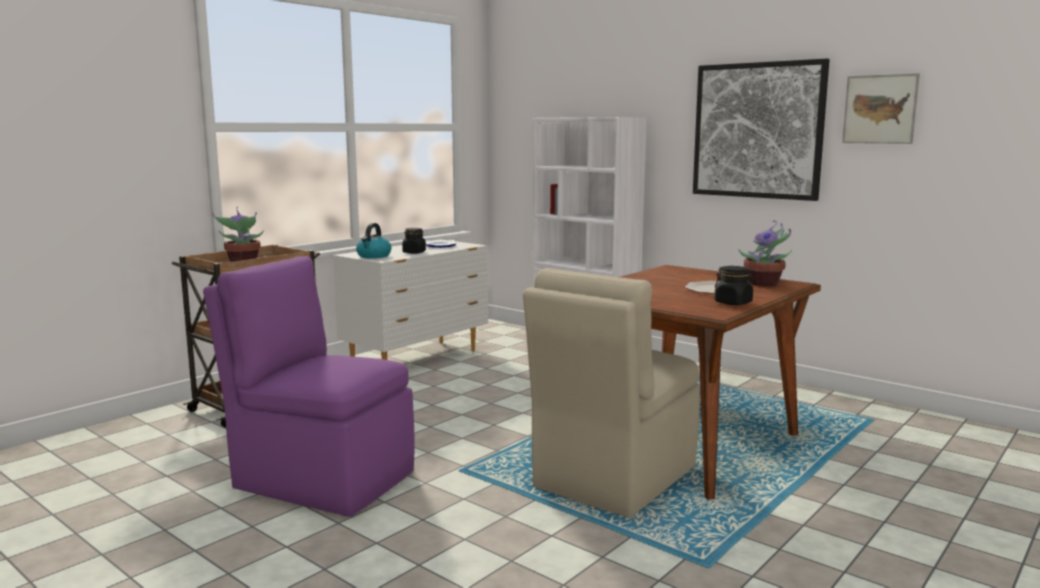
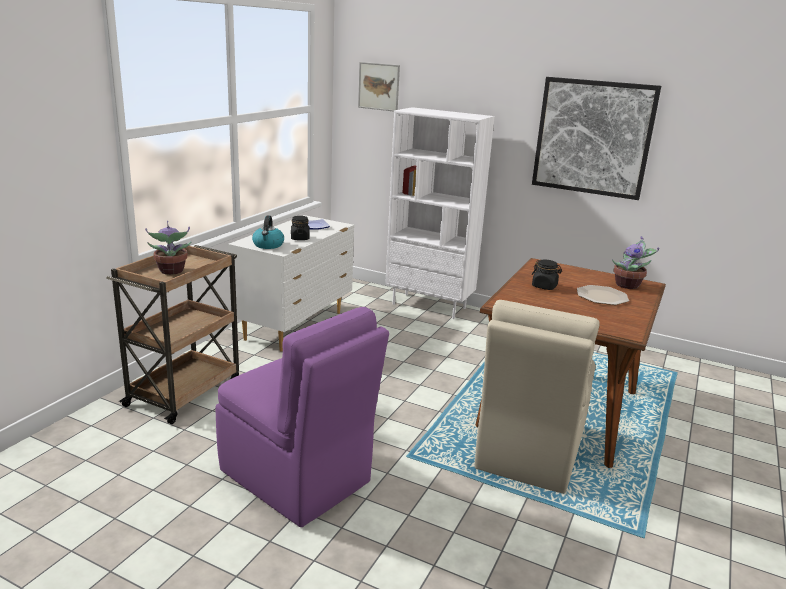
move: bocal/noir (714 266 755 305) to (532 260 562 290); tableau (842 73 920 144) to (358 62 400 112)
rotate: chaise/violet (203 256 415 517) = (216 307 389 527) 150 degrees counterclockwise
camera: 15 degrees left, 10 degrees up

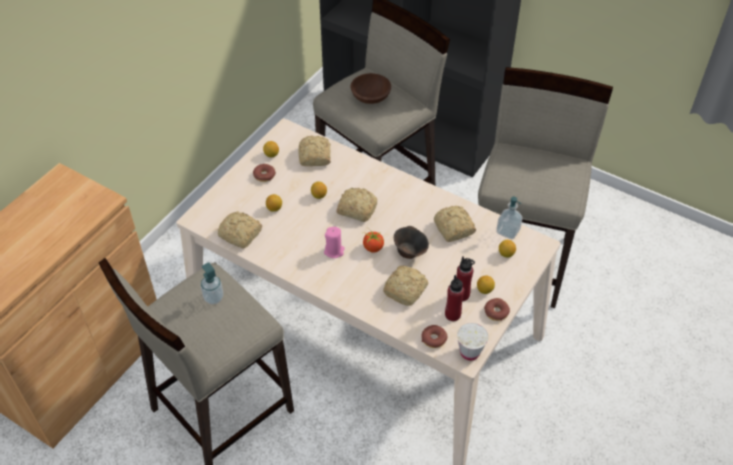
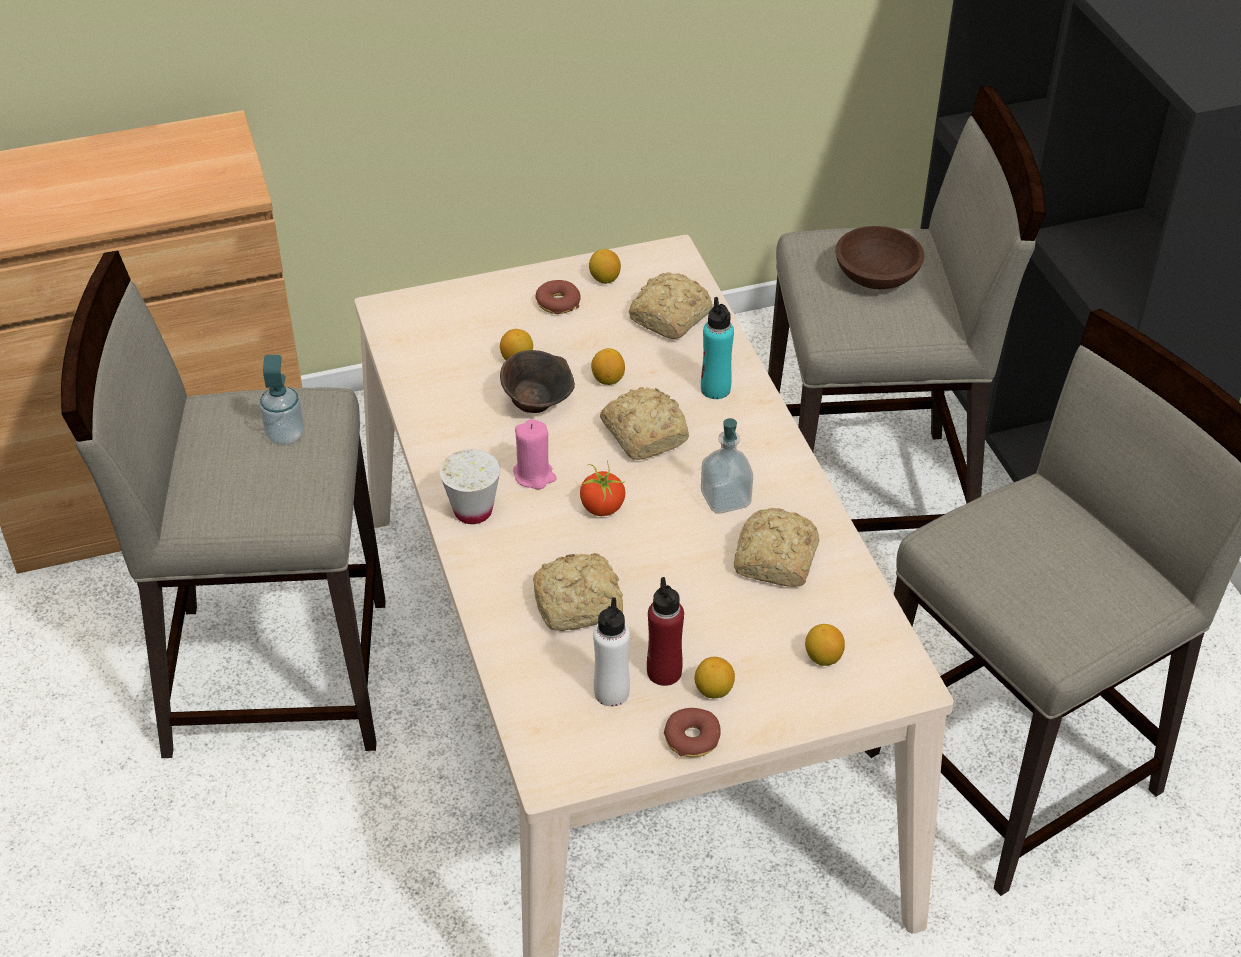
delete: pain (218 211 262 248); beignet (421 325 447 348)
insert: bouteille/turquoise (701 297 734 399)
move: bol/marron (394 226 429 259) to (500 350 575 413); tasse/blanc (457 323 488 361) to (439 449 500 524); distributeur de savon (496 197 523 239) to (701 418 753 514)
recolor: bouteille/rouge (445 275 464 321) to bouteille/blanc (593 597 630 707)
camera: 40 degrees right, 5 degrees down

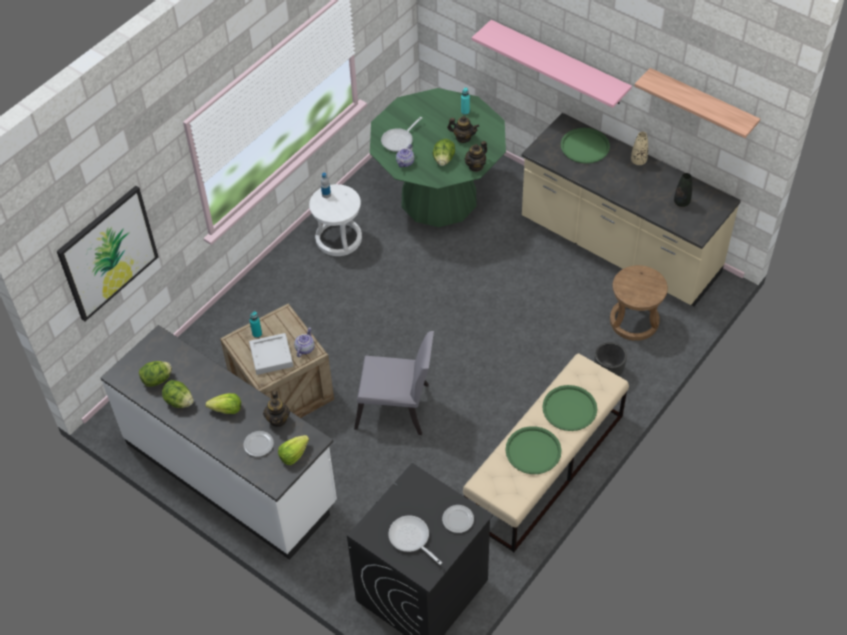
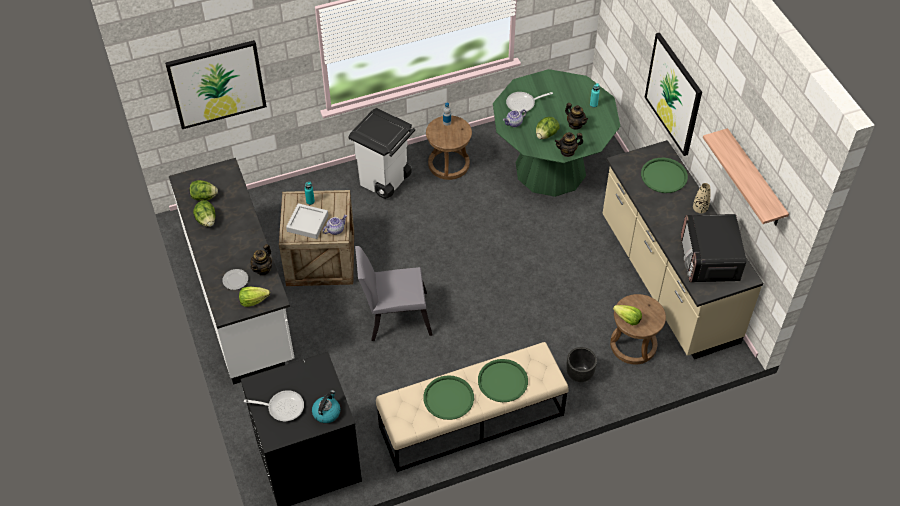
insert: poubelle/blanc (348 108 415 199)
move: laitue (206 393 241 414) to (613 305 642 325)
replace: assiette (442 505 474 533) to bouilloire (312 390 340 423); étagère/rose (472 20 632 108) to tableau (645 33 702 156); vase/noir (674 173 692 207) to micro-ondes (681 214 746 282)
recolor: tabouret/blanc (309 184 362 256) to tabouret/marron (426 116 472 180)
rotate: chaise/gris (354 331 434 435) = (355 246 432 341) 135 degrees clockwise; poêle (389 515 442 565) = (244 390 304 421) 105 degrees clockwise
camera: 30 degrees right, 0 degrees up

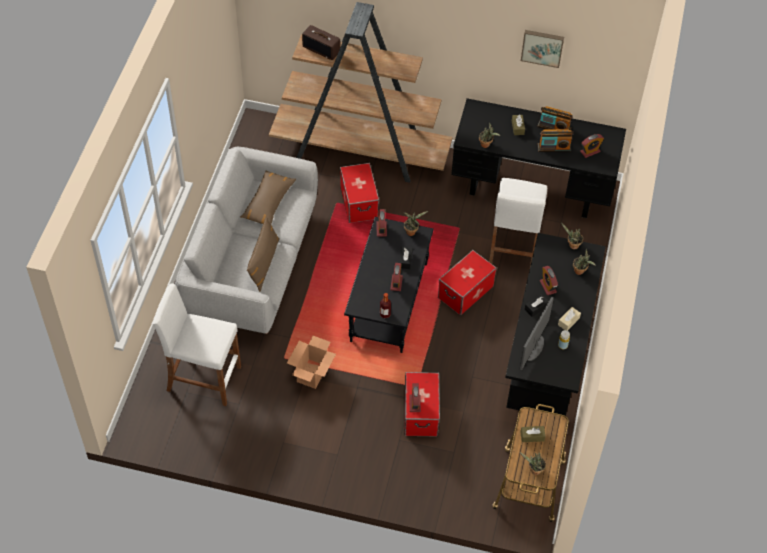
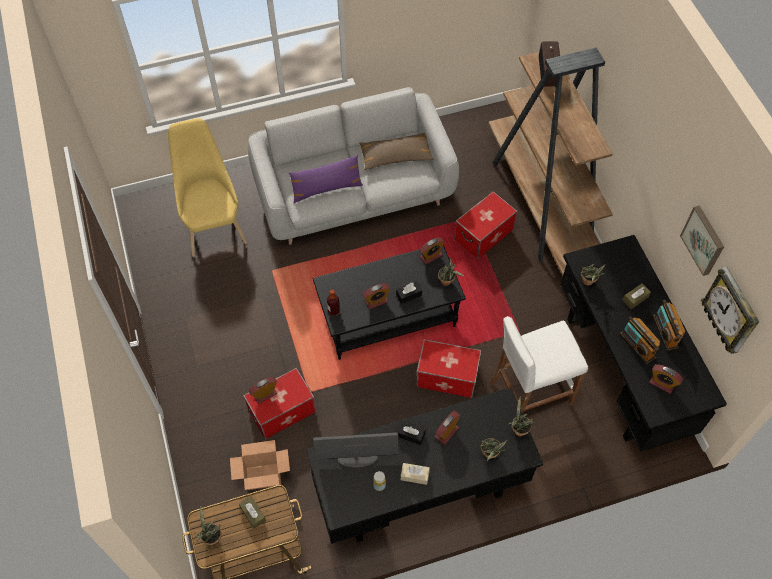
insert: horloge murale (701 266 760 354)
move: carton (287 336 336 389) to (230 440 290 490)
replace: tabouret/blanc (153 283 241 406) to chaise/jaune (168 118 247 257)
recolor: coussin/marron (247 217 280 292) to coussin/violet (289 155 363 203)
camera: 60 degrees right, 5 degrees up

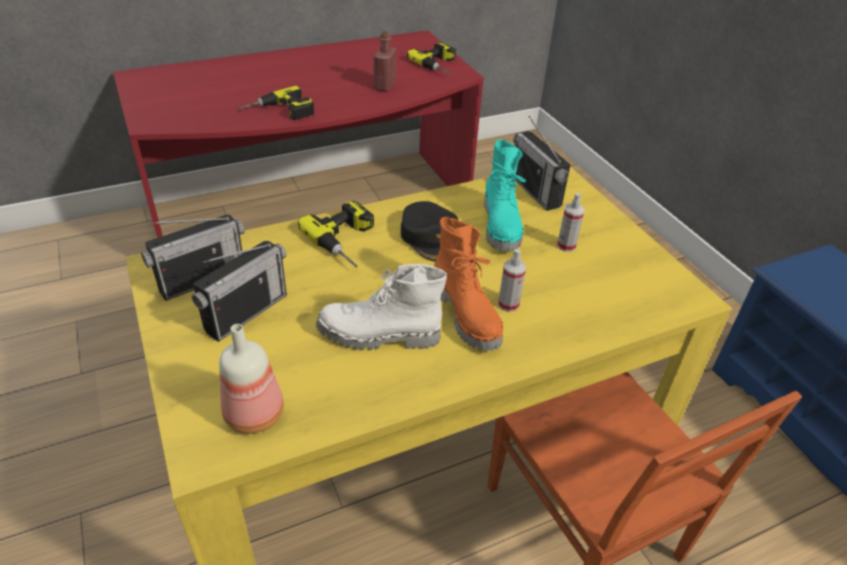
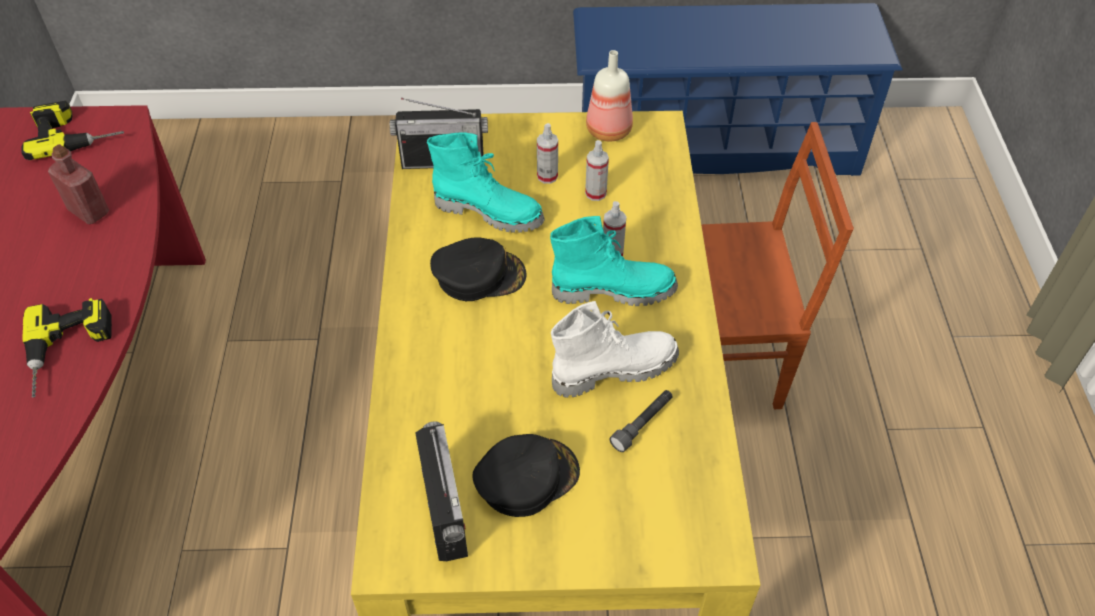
delete: perceuse (298 201 374 268)
insert: vaporisateur (585 140 609 201); lampe de poche/gris (610 390 673 452)
move: bouteille (219 324 284 434) to (586 50 633 142)
replace: radio (192 241 287 342) to casquette/noir (472 434 580 517)
recolor: botte/orange (434 217 503 351) to botte/turquoise (550 216 678 306)
rotate: botte/blanc (316 264 447 350) = (551 301 679 398) 135 degrees counterclockwise
camera: 65 degrees left, 10 degrees up

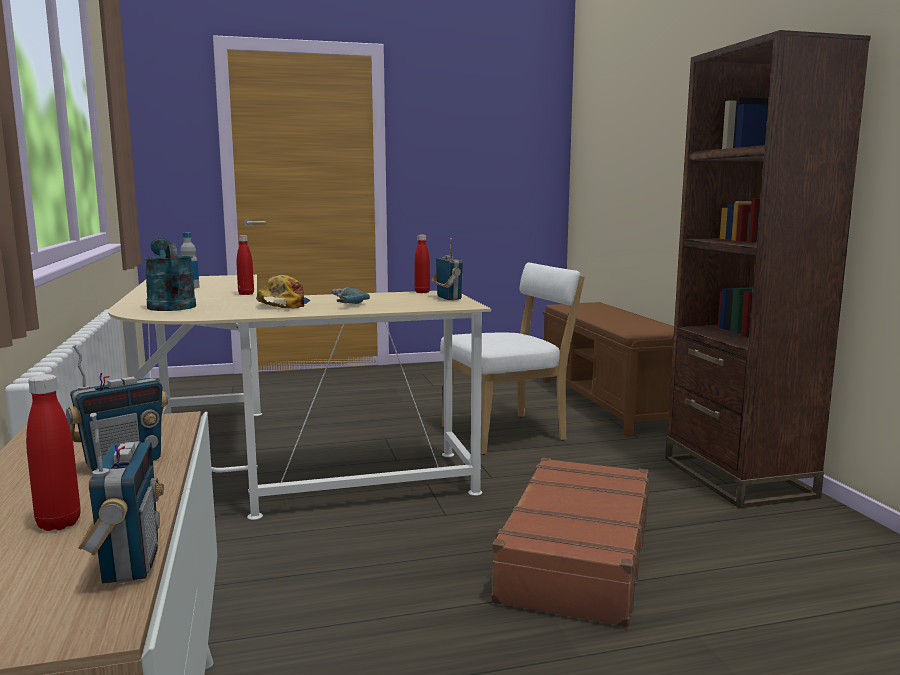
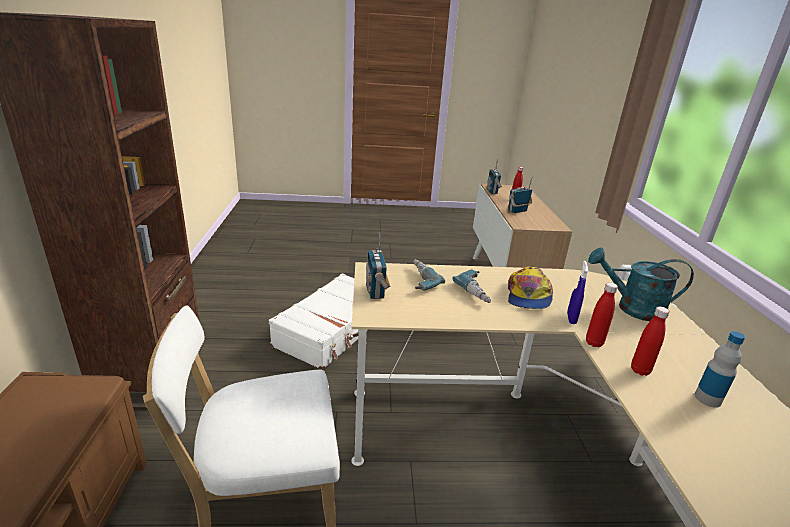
insert: perceuse (413 259 445 291); vaporisateur/bleu (567 261 588 324)
move: bouteille/rouge (414 235 430 293) to (631 307 670 376)
recolor: valise/marron (487 458 649 627) to valise/blanc (269 273 369 370)
rotate: arrosoir/turquoise (144 238 196 311) = (588 248 694 321) 120 degrees clockwise
camera: 170 degrees left, 15 degrees up

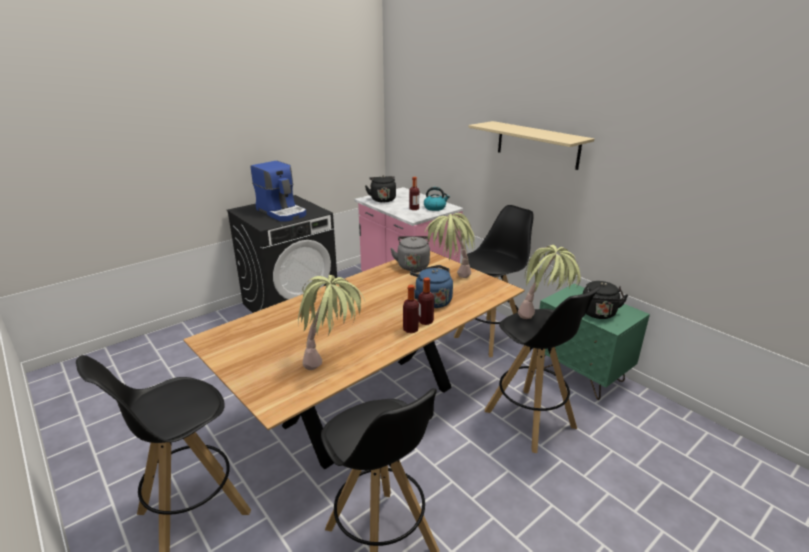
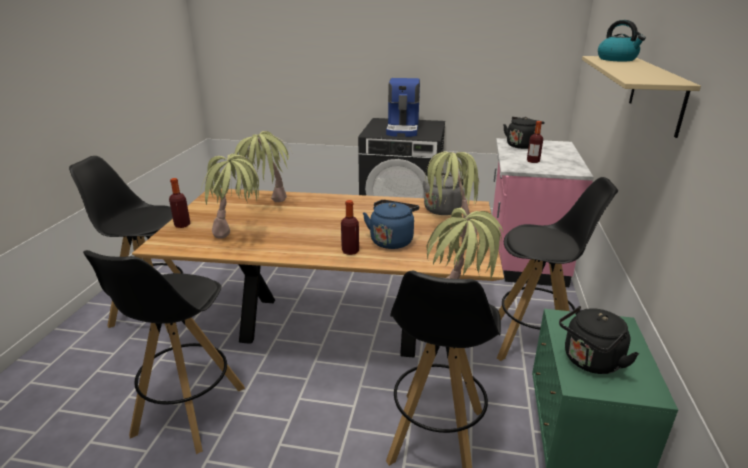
insert: plante en pot (235 131 289 202)
move: bouteille (403 285 419 333) to (169 178 191 228); bouilloire (424 187 450 211) to (598 20 646 62)
camera: 50 degrees right, 0 degrees up

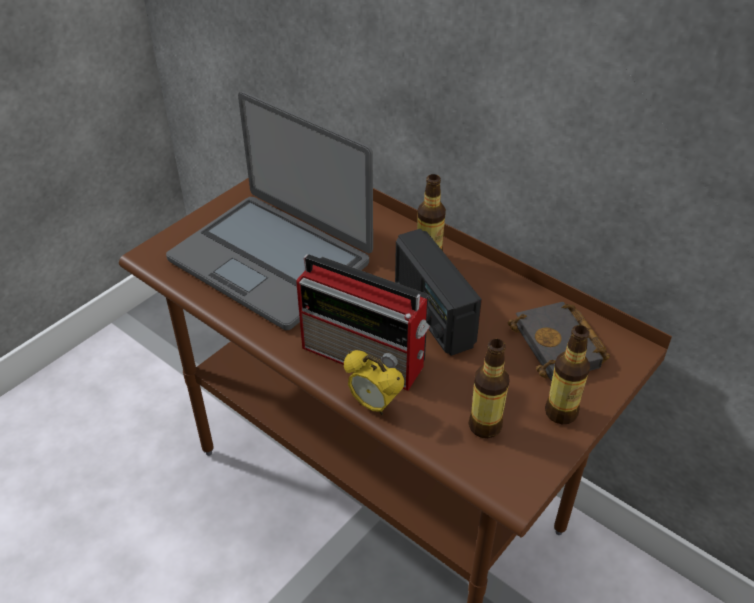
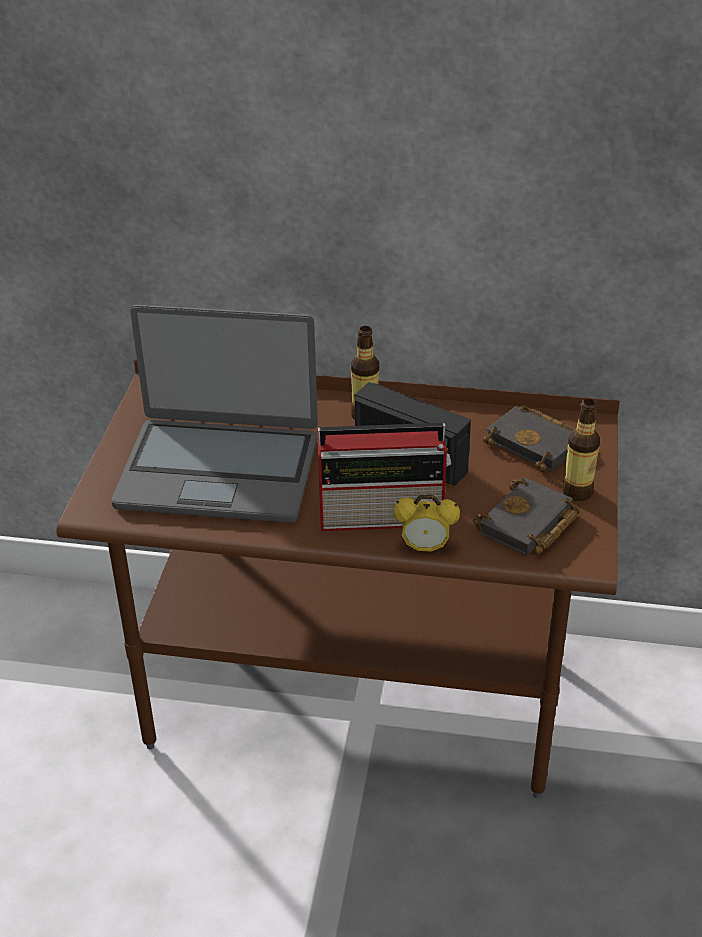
replace: bouteille (469 339 510 438) to livre/noir (473 478 581 556)
camera: 30 degrees left, 5 degrees down

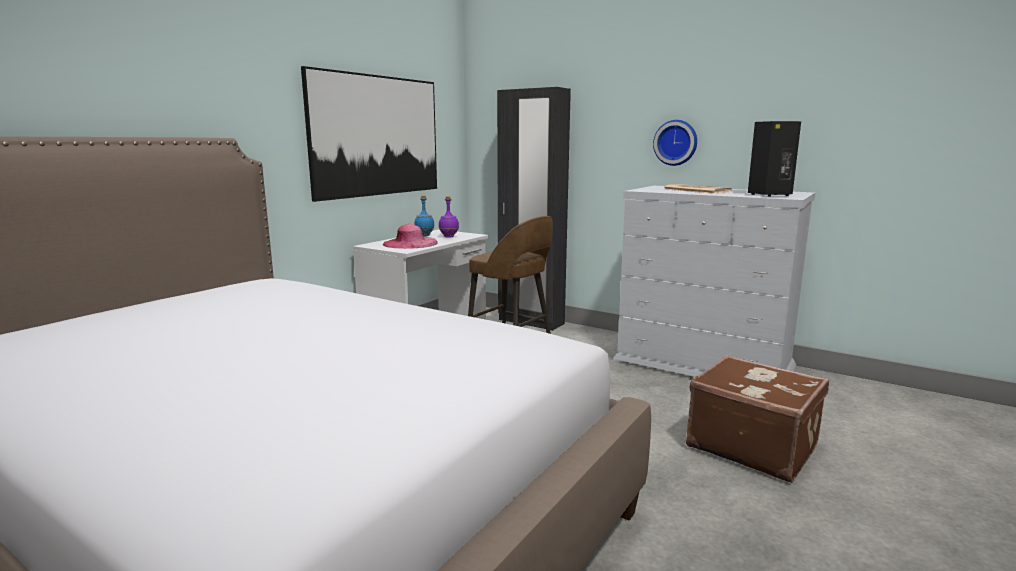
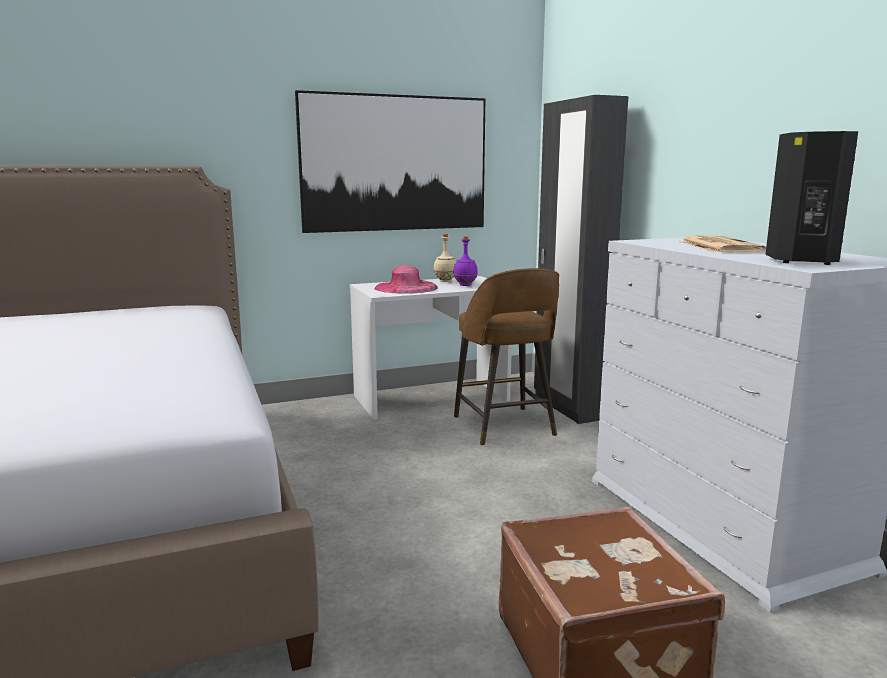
delete: horloge murale (653 120 697 166)
recolor: bouteille/bleu (414 196 435 236) to bouteille/beige (434 234 456 282)
camera: 35 degrees right, 0 degrees up

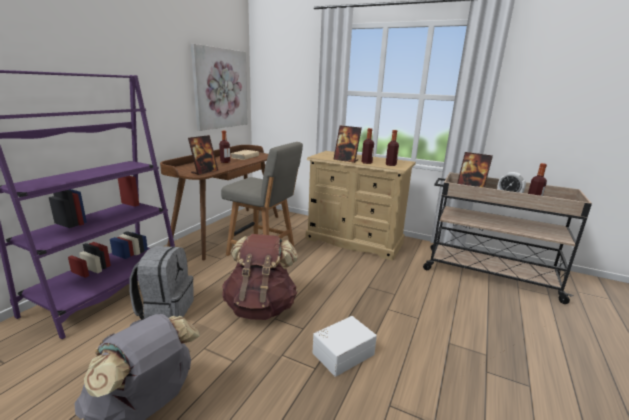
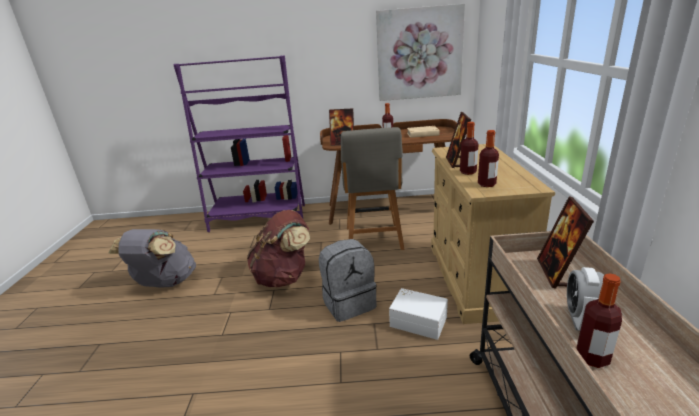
move: sac à dos/gris (129 246 194 320) to (319 239 377 322); boîte de rangement/blanc (313 316 377 377) to (389 288 448 340)
camera: 65 degrees right, 5 degrees up

